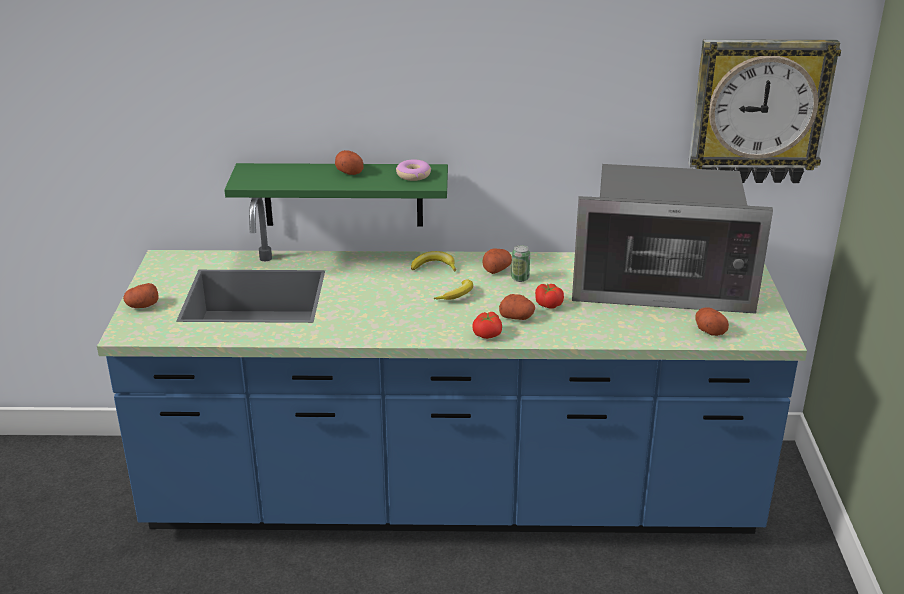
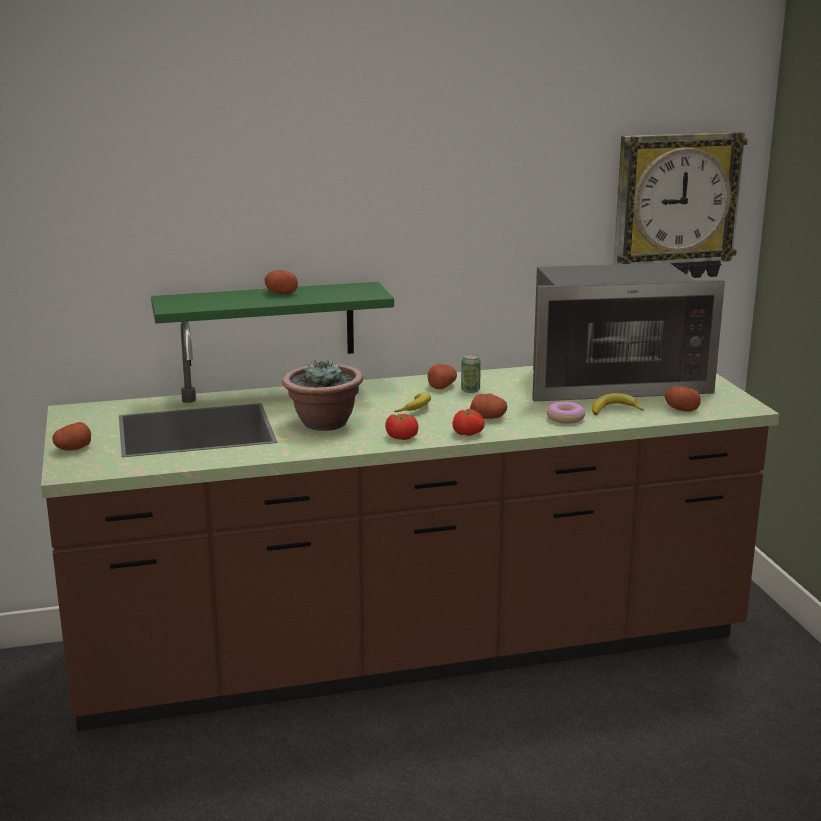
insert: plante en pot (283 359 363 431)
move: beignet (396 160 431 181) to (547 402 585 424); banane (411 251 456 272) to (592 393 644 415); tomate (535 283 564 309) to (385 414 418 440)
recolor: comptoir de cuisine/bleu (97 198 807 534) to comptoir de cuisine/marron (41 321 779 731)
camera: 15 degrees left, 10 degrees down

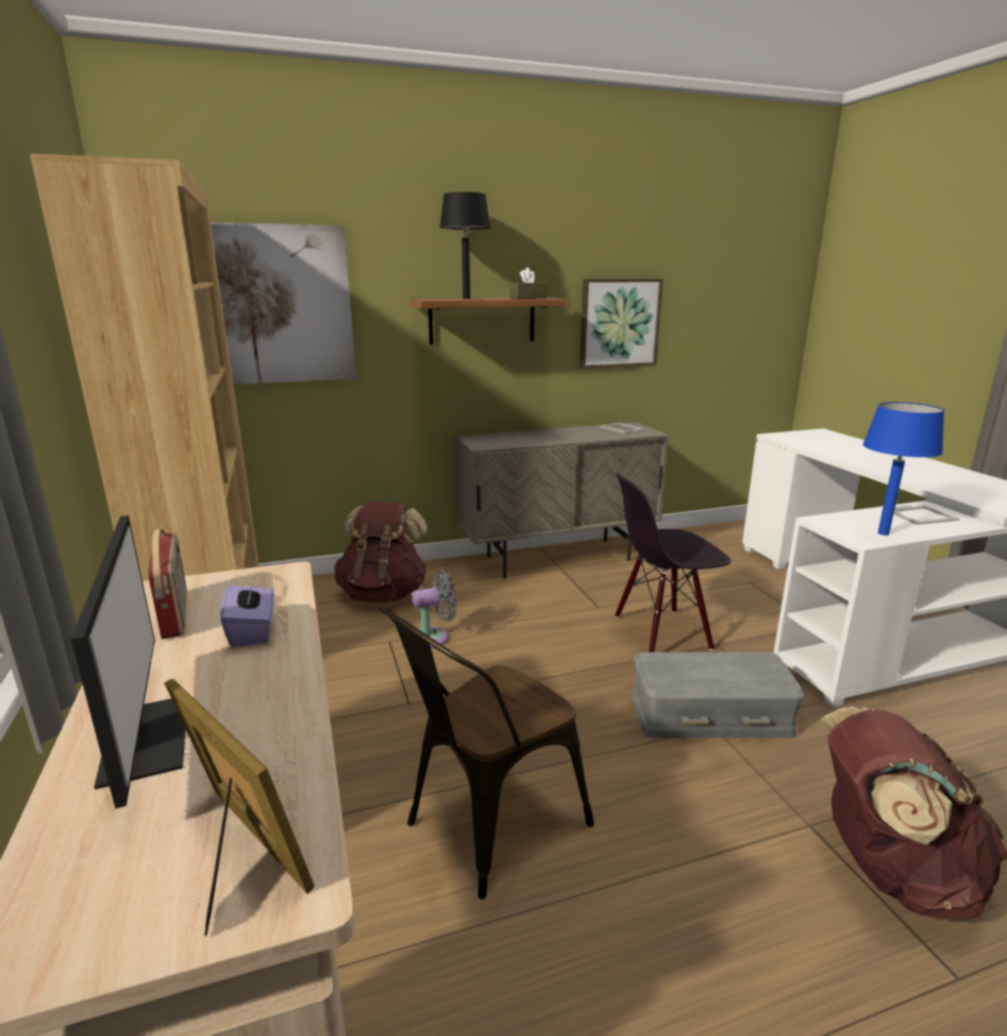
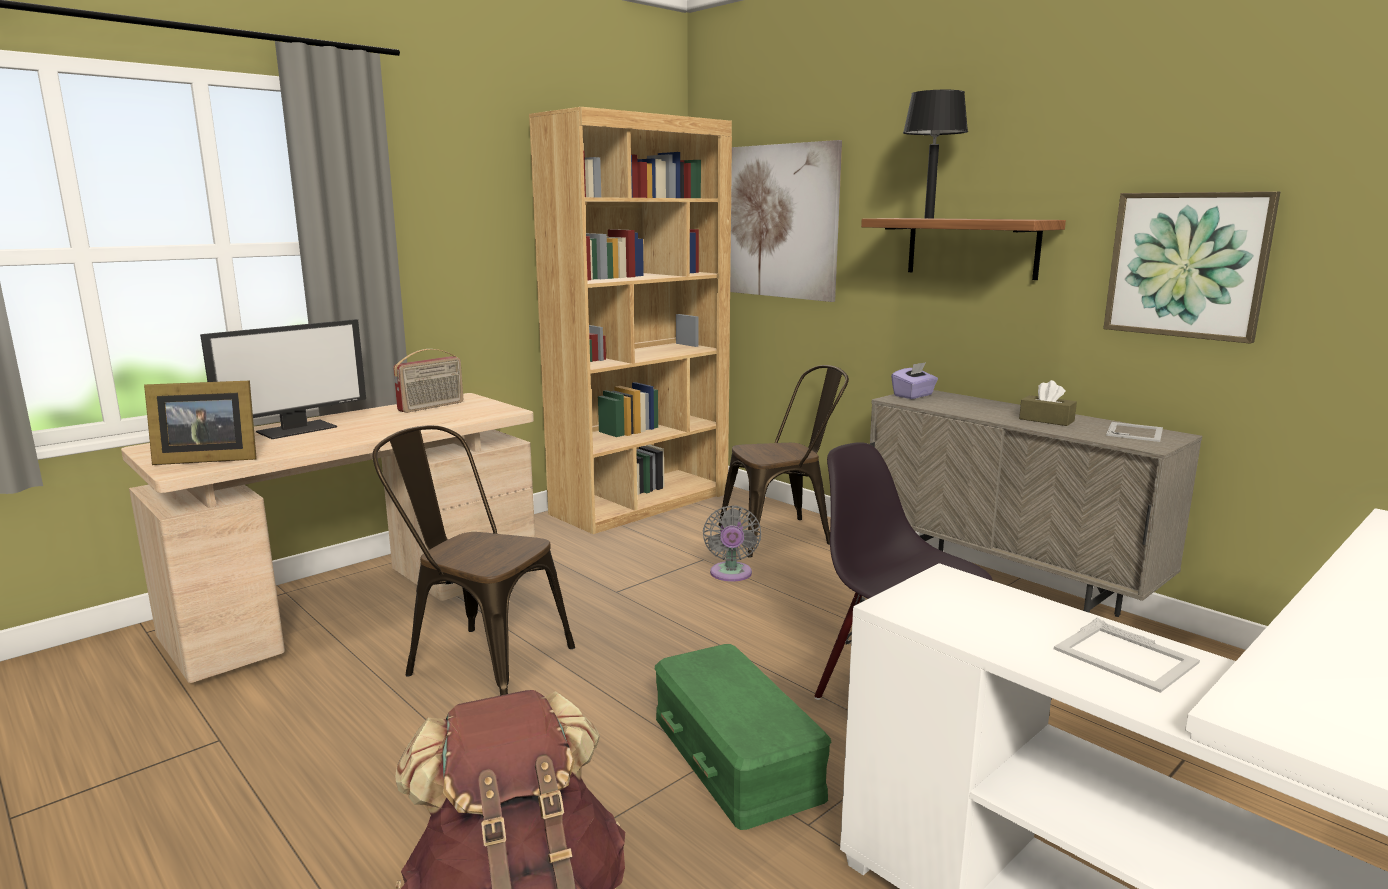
delete: lampe de table/bleu (863 402 945 535)
move: boîte à mouchoirs/violet (220 575 274 647) to (891 362 938 399); boîte à mouchoirs/marron (509 267 548 299) to (1019 380 1077 426)
replace: sac à dos/marron (334 502 428 602) to chaise/marron (719 365 849 558)
recolor: boîte de rangement/gris (632 652 804 738) to boîte de rangement/vert (655 644 832 830)
rotate: cadre photo (164 679 314 936) = (144 381 257 465) 60 degrees clockwise; ventilateur/gris (411 569 457 649) = (703 506 761 581) 45 degrees clockwise
camera: 65 degrees right, 5 degrees down

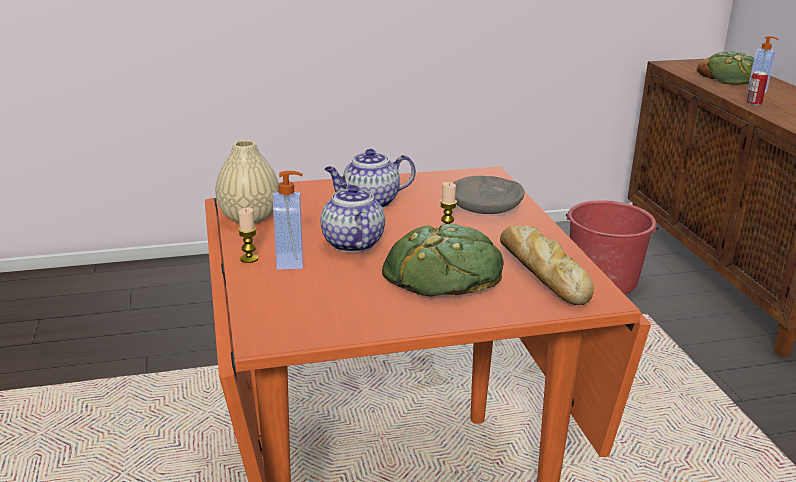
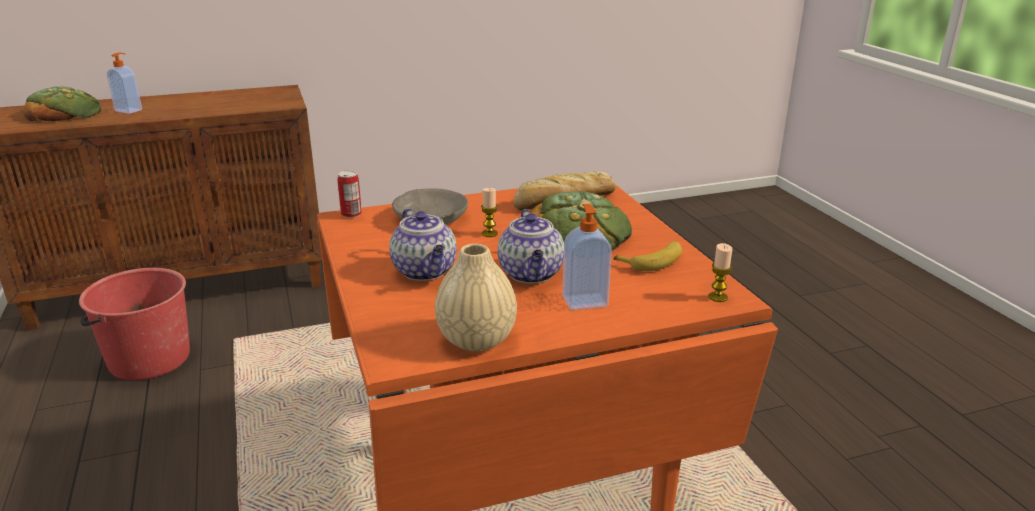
insert: banane (614 241 682 271)
move: bougie (238 208 258 263) to (708 243 732 302); boîte métallique (747 71 768 105) to (337 170 362 218)
rotate: théière (320 182 385 253) = (497 209 564 284) 75 degrees counterclockwise
camera: 95 degrees left, 0 degrees up

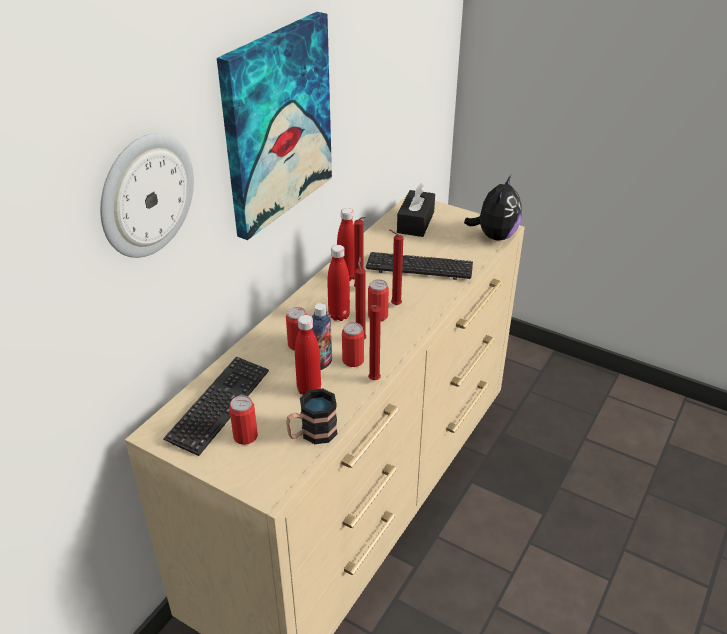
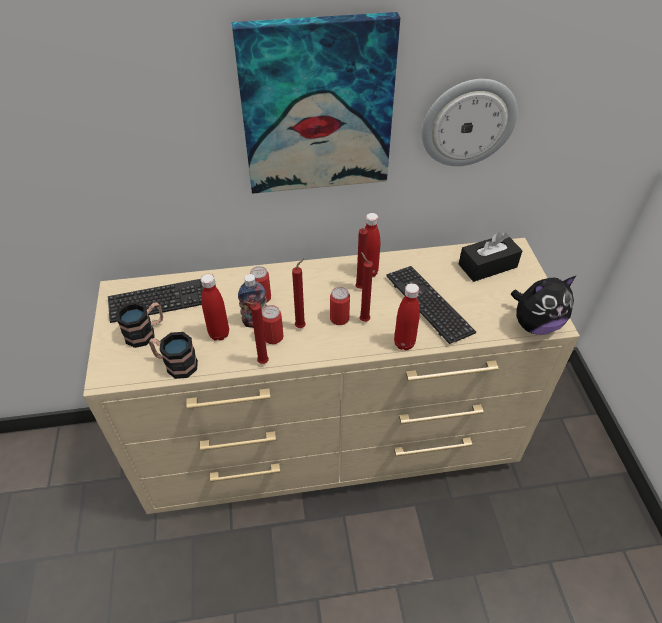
move: horloge murale (100 133 194 258) to (422 79 518 166); bouteille/rouge (327 245 350 321) to (394 283 420 351)
replace: boîte métallique (229 395 258 445) to mug (116 302 163 348)
camera: 50 degrees right, 10 degrees up

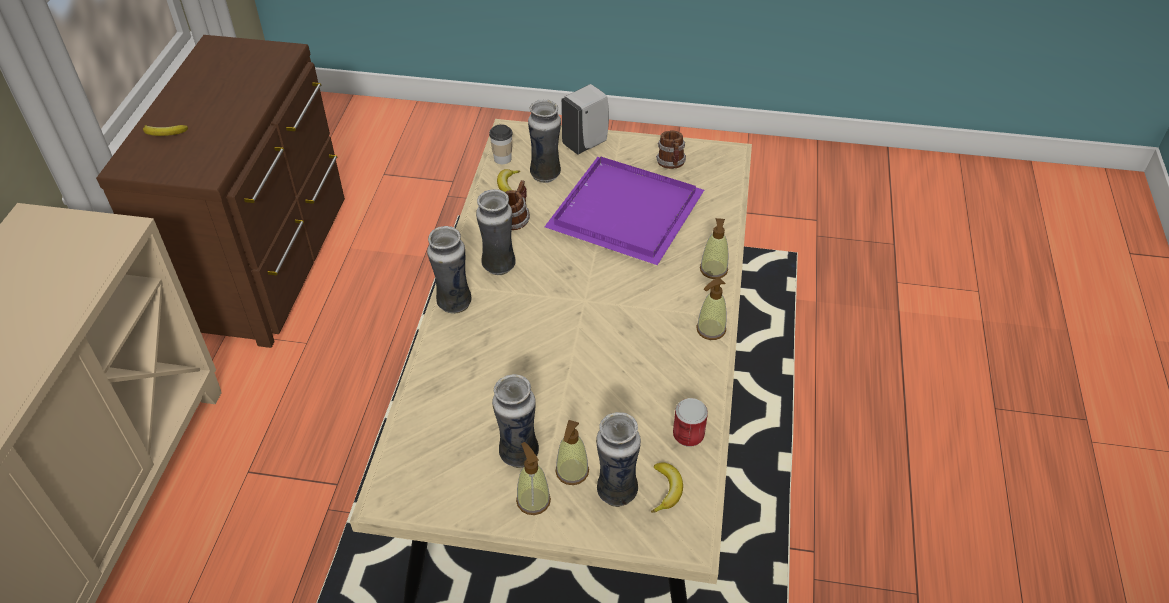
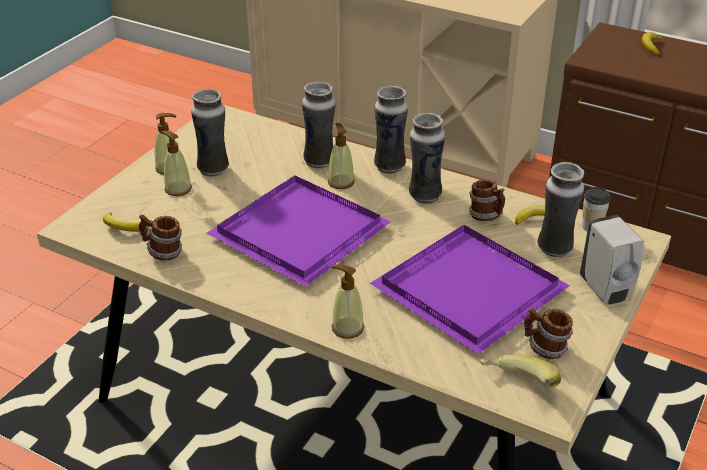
insert: plateau/violet (207 175 391 287); banane (480 354 561 387)
move: vase (596 412 641 507) to (302 81 336 169); distributeur de savon (696 278 727 340) to (328 123 355 189)
replace: boîte métallique (673 398 708 447) to mug (139 214 182 261)
camera: 110 degrees right, 10 degrees down

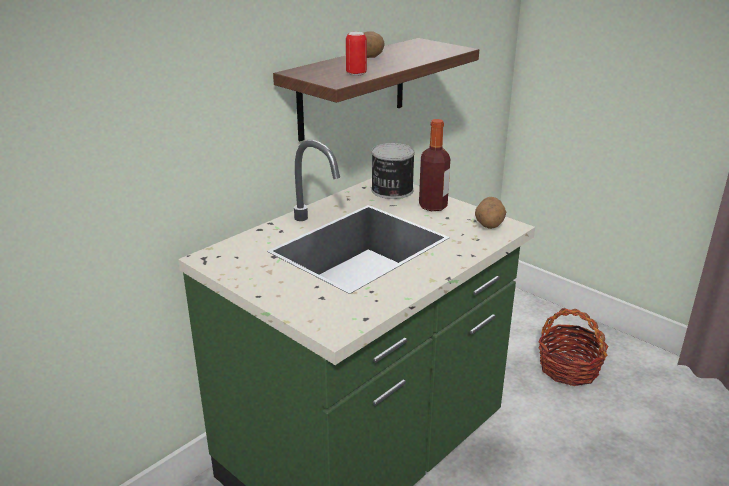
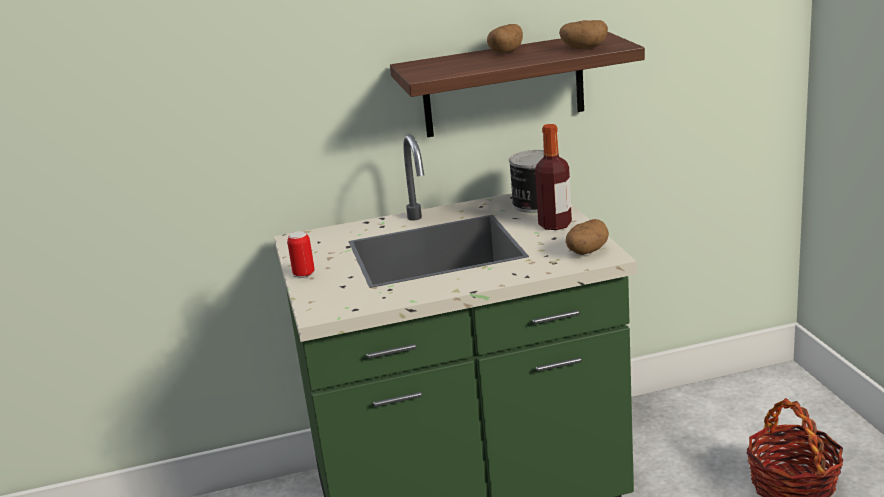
insert: pomme de terre (559 20 608 49)
move: boîte métallique (346 32 367 76) to (287 231 315 278)
camera: 35 degrees right, 5 degrees down

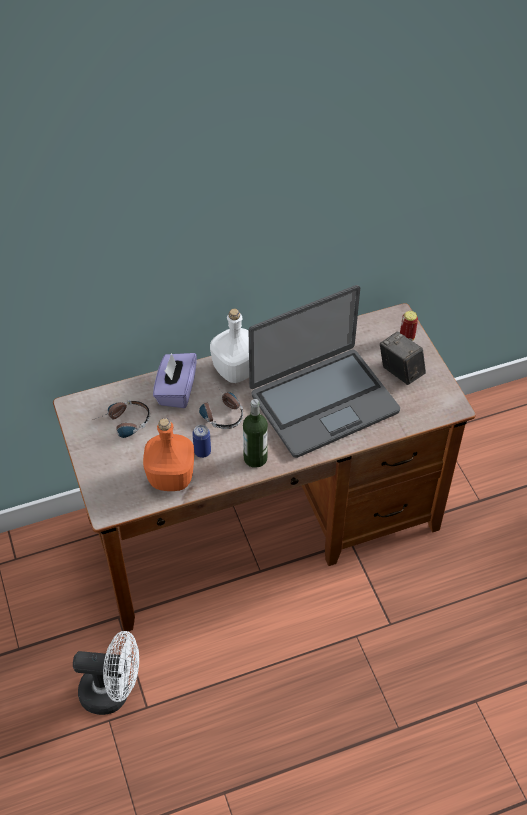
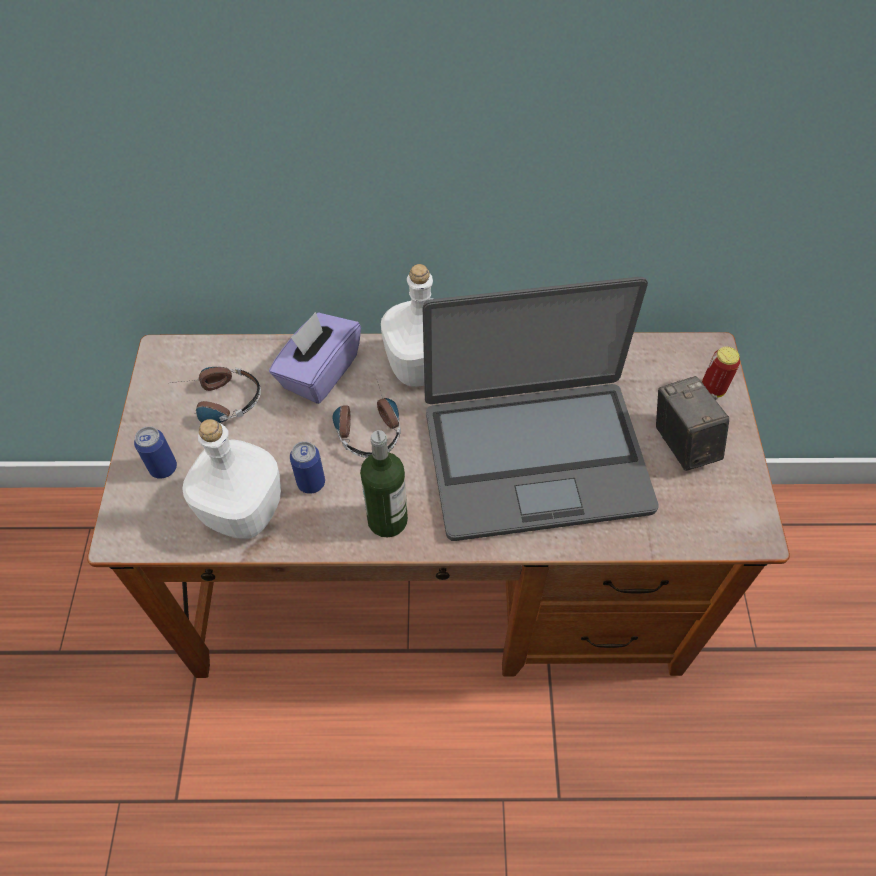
delete: ventilateur/blanc (73 631 139 715)
insert: boîte métallique (134 426 177 479)
recolor: bouteille/orange (143 418 194 491) to bouteille/blanc (182 419 281 539)
camera: 20 degrees right, 5 degrees up

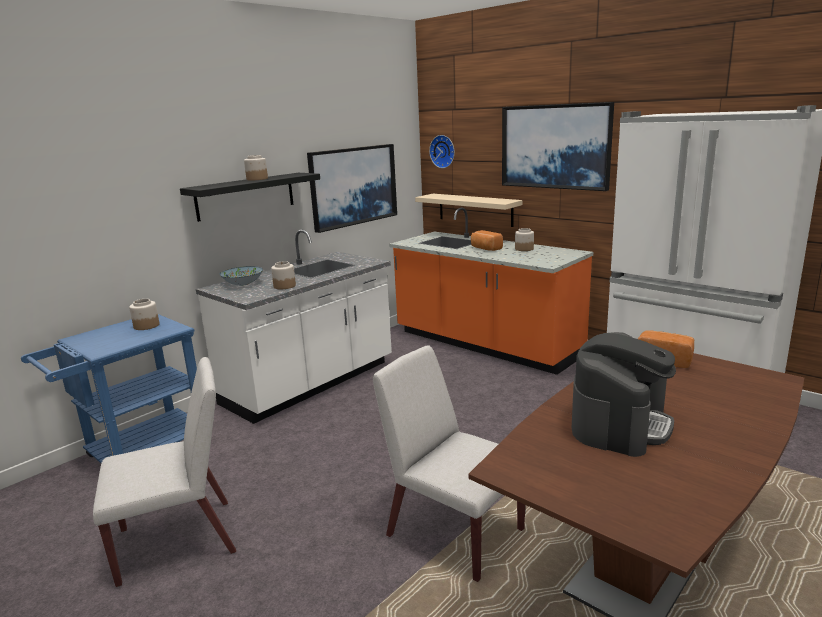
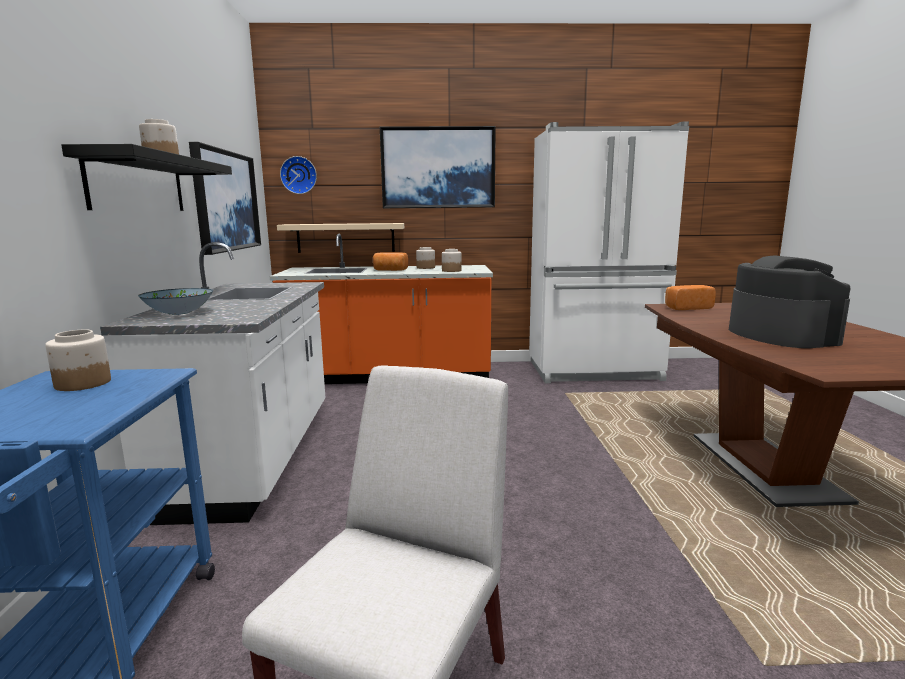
delete: chaise/blanc (373 346 525 582)
move: bocal (271 261 296 289) to (442 249 462 272)
camera: 45 degrees left, 5 degrees down

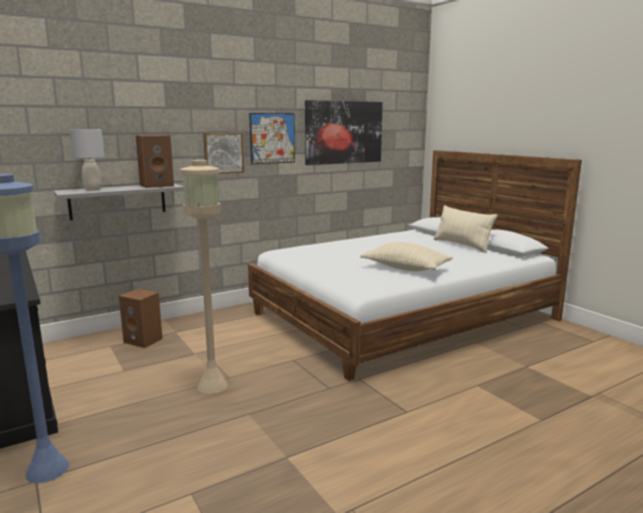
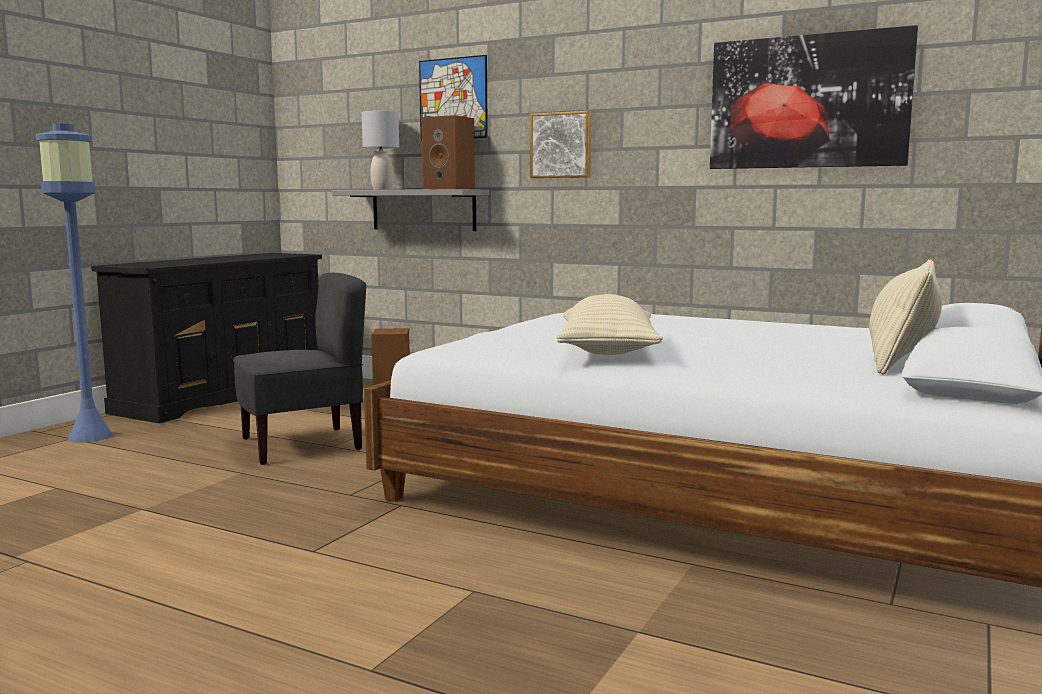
move: tableau (249 113 295 164) to (419 55 488 140)
replace: lampadaire/beige (180 160 228 394) to chaise/gris (233 273 366 465)
camera: 60 degrees right, 5 degrees down

